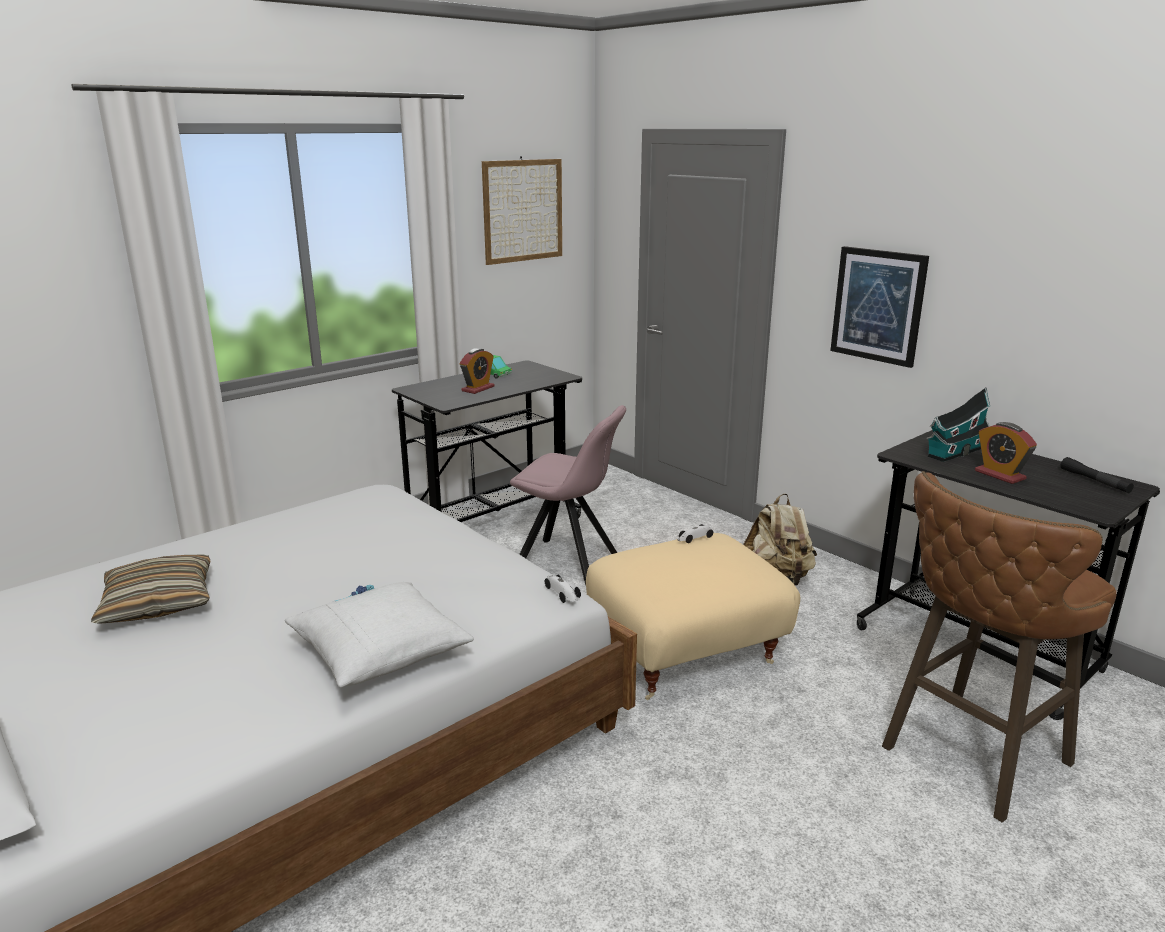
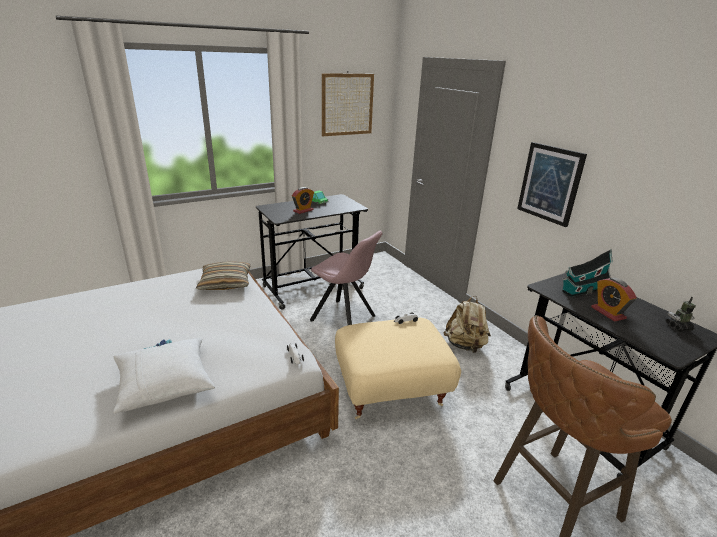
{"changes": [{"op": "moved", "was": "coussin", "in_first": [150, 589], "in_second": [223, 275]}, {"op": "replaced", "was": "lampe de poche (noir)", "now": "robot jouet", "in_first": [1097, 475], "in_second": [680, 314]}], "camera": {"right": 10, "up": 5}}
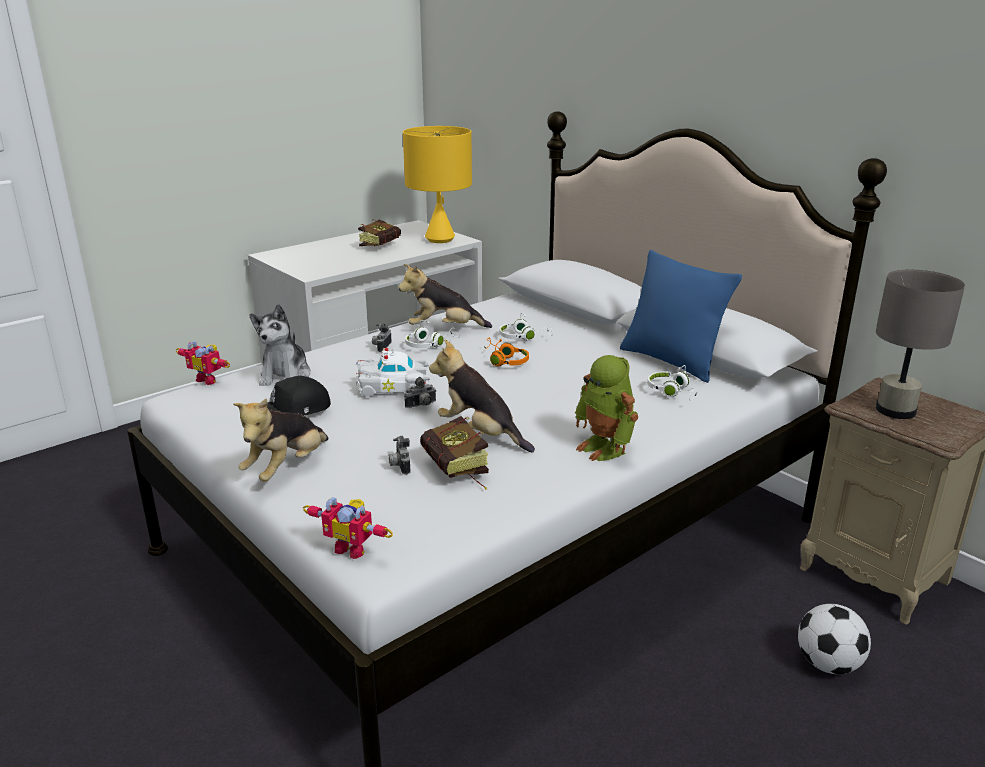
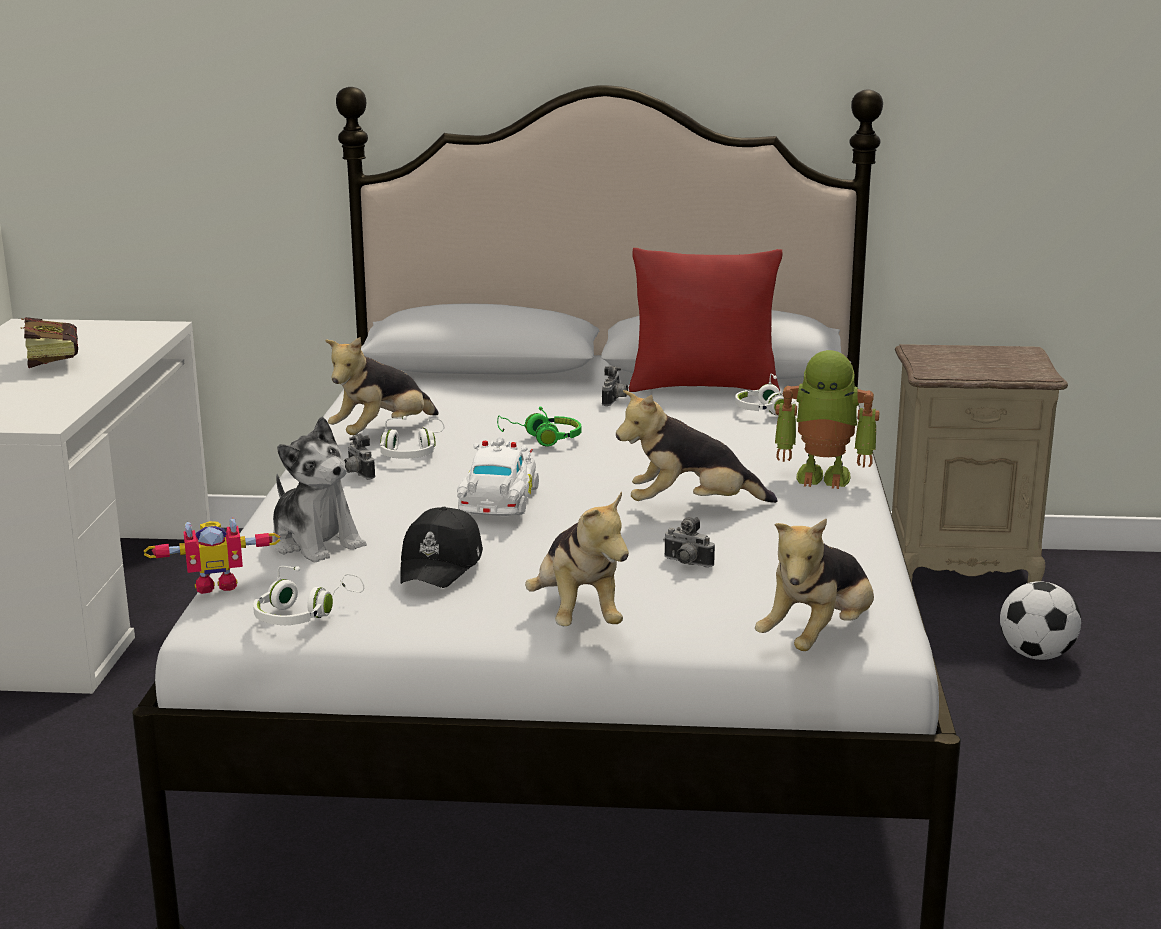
{"changes": [{"op": "replaced", "was": "robot jouet", "now": "peluche", "in_first": [348, 528], "in_second": [814, 584]}, {"op": "turned", "was": "petite voiture (blanc)", "in_first": [393, 372], "in_second": [498, 476], "clockwise": 150}, {"op": "removed", "was": "lampe de table (jaune)", "in_first": [437, 184]}, {"op": "moved", "was": "appareil photo", "in_first": [420, 392], "in_second": [615, 386]}, {"op": "removed", "was": "livre", "in_first": [454, 453]}, {"op": "recoloured", "was": "casque audio (orange)", "now": "casque audio (vert)", "in_first": [506, 352], "in_second": [539, 426]}, {"op": "moved", "was": "casque audio (blanc)", "in_first": [526, 327], "in_second": [308, 595]}, {"op": "recoloured", "was": "coussin (bleu)", "now": "coussin (rouge)", "in_first": [681, 316], "in_second": [705, 320]}, {"op": "removed", "was": "lampe de table (gris)", "in_first": [920, 344]}], "camera": {"right": -45, "up": -5}}
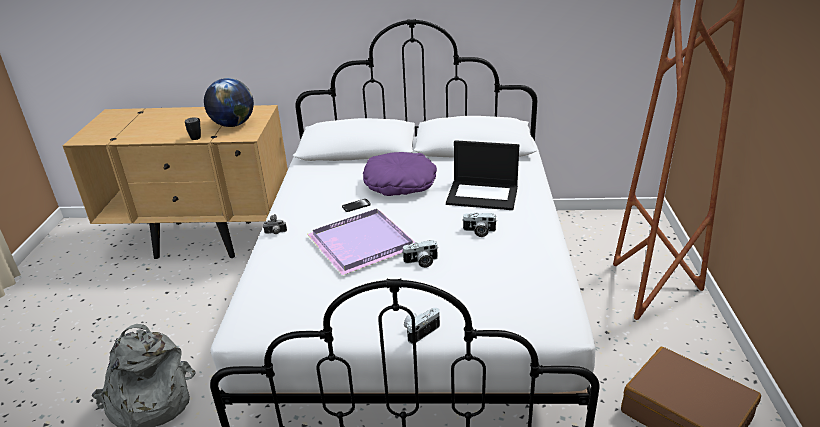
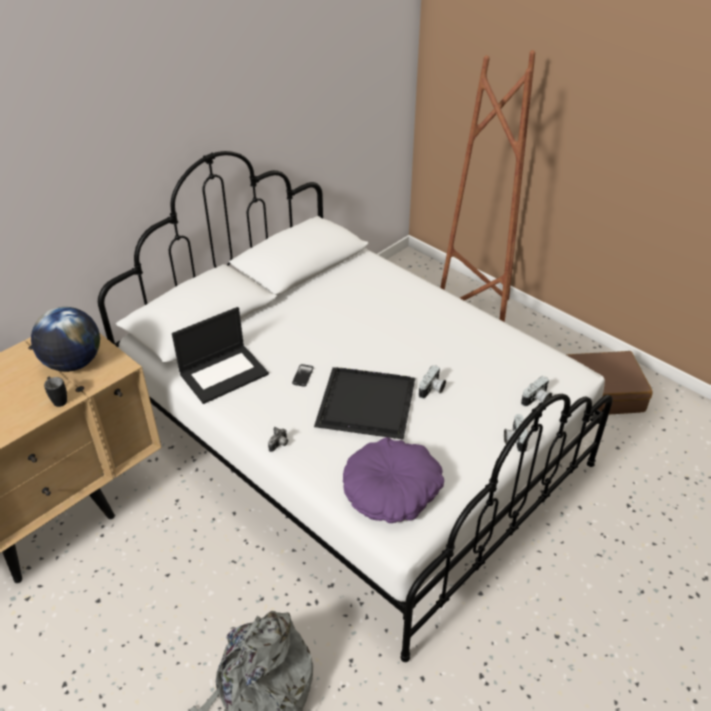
{"changes": [{"op": "recoloured", "was": "plateau (violet)", "now": "plateau (noir)", "in_first": [361, 242], "in_second": [364, 403]}, {"op": "moved", "was": "coussin (violet)", "in_first": [400, 174], "in_second": [393, 480]}, {"op": "moved", "was": "ordinateur portable", "in_first": [482, 175], "in_second": [220, 355]}, {"op": "moved", "was": "appareil photo", "in_first": [480, 225], "in_second": [536, 391]}], "camera": {"right": -50, "up": 10}}
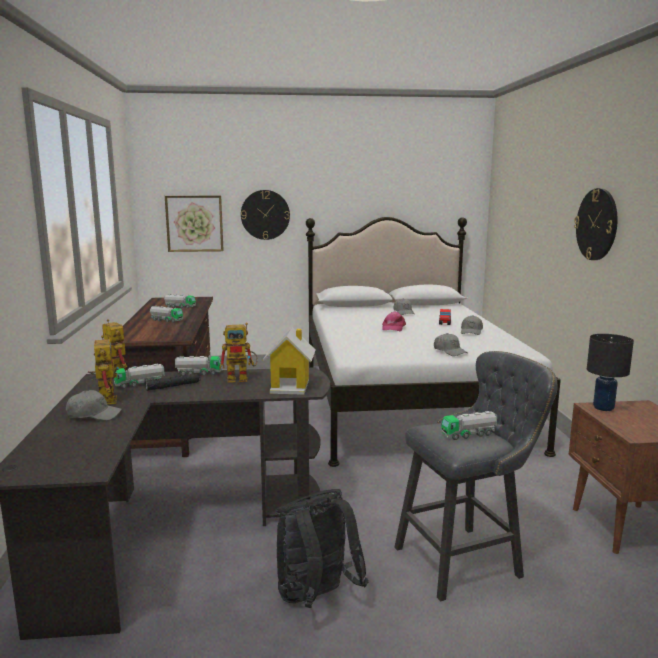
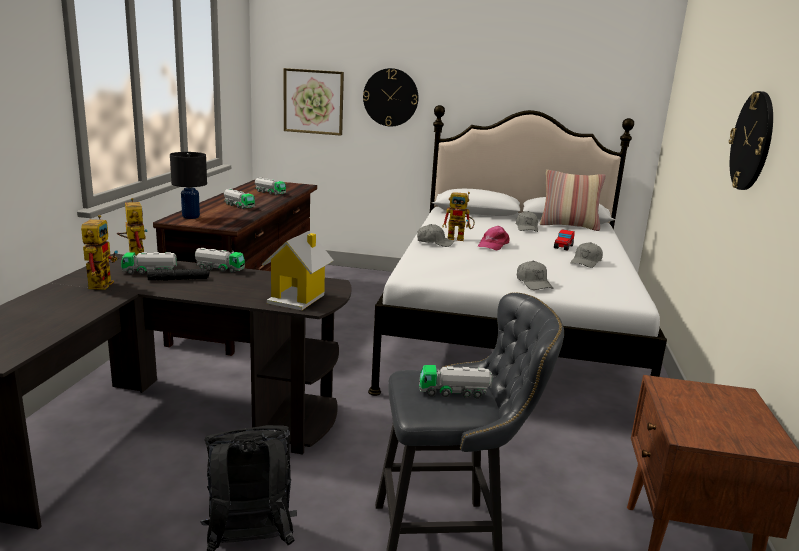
{"changes": [{"op": "moved", "was": "casquette (gris)", "in_first": [94, 405], "in_second": [435, 235]}, {"op": "moved", "was": "robot jouet", "in_first": [238, 353], "in_second": [458, 216]}, {"op": "moved", "was": "lampe de table (noir)", "in_first": [610, 372], "in_second": [188, 185]}, {"op": "added", "now": "coussin", "in_second": [572, 200]}], "camera": {"right": 15, "up": 5}}
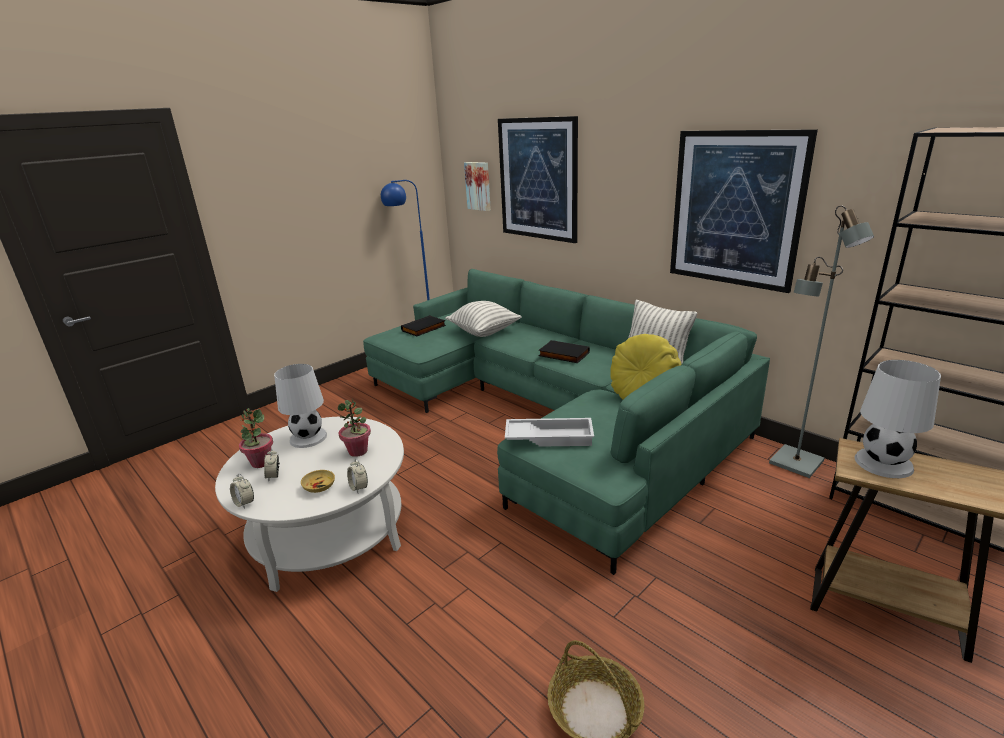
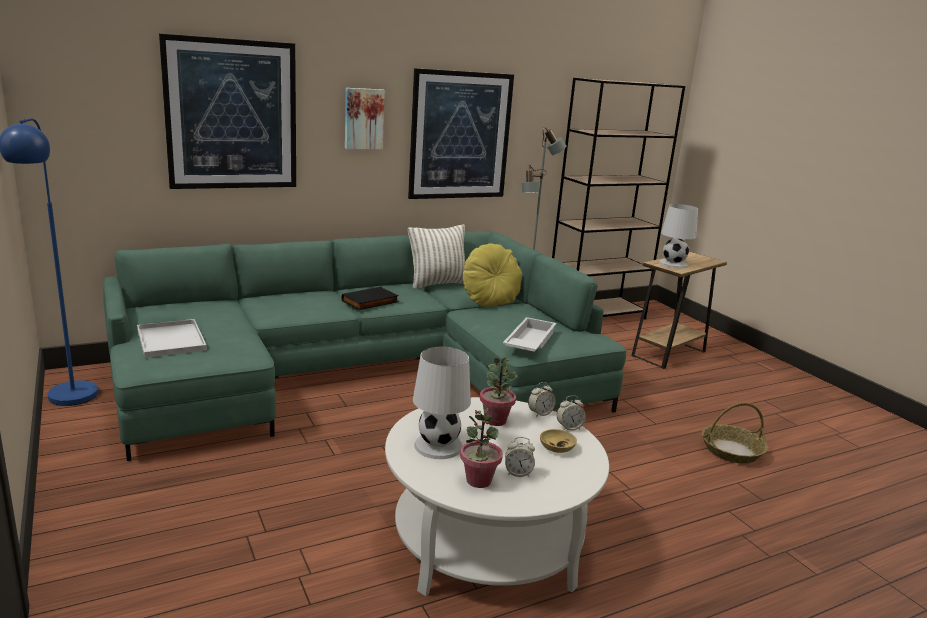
{"changes": [{"op": "moved", "was": "réveil", "in_first": [242, 491], "in_second": [542, 399]}, {"op": "replaced", "was": "livre (noir)", "now": "plateau (blanc)", "in_first": [423, 325], "in_second": [172, 338]}, {"op": "removed", "was": "coussin", "in_first": [483, 319]}, {"op": "moved", "was": "tableau", "in_first": [477, 186], "in_second": [365, 118]}], "camera": {"right": -75, "up": -5}}
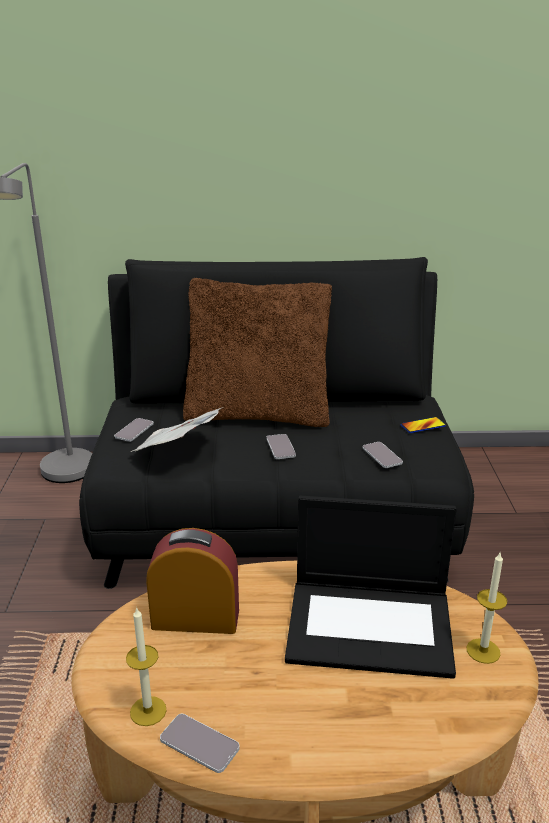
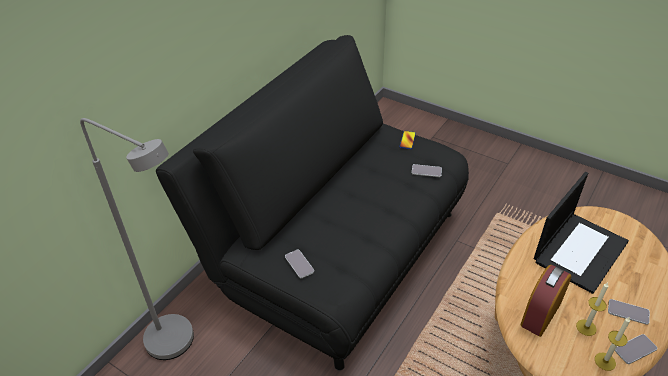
{"changes": [{"op": "removed", "was": "journal", "in_first": [177, 429]}, {"op": "removed", "was": "coussin (marron)", "in_first": [257, 352]}, {"op": "moved", "was": "téléphone", "in_first": [281, 446], "in_second": [629, 312]}, {"op": "moved", "was": "bougie", "in_first": [487, 607], "in_second": [592, 309]}], "camera": {"right": -55, "up": 15}}
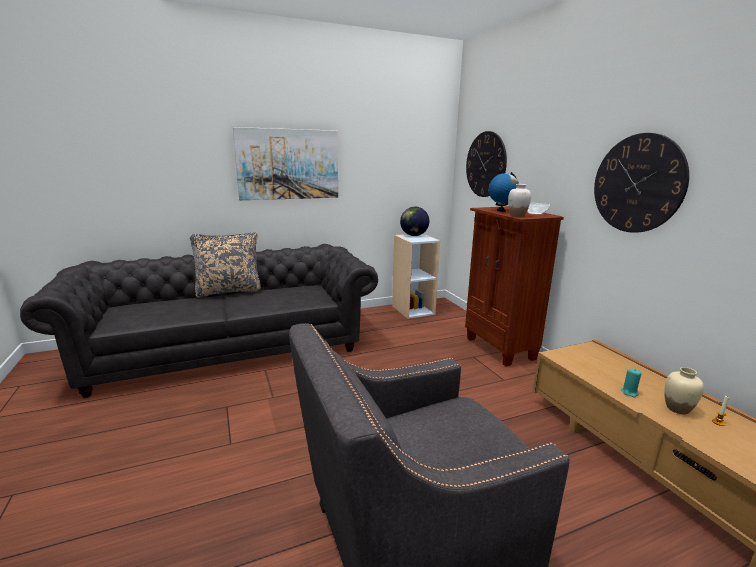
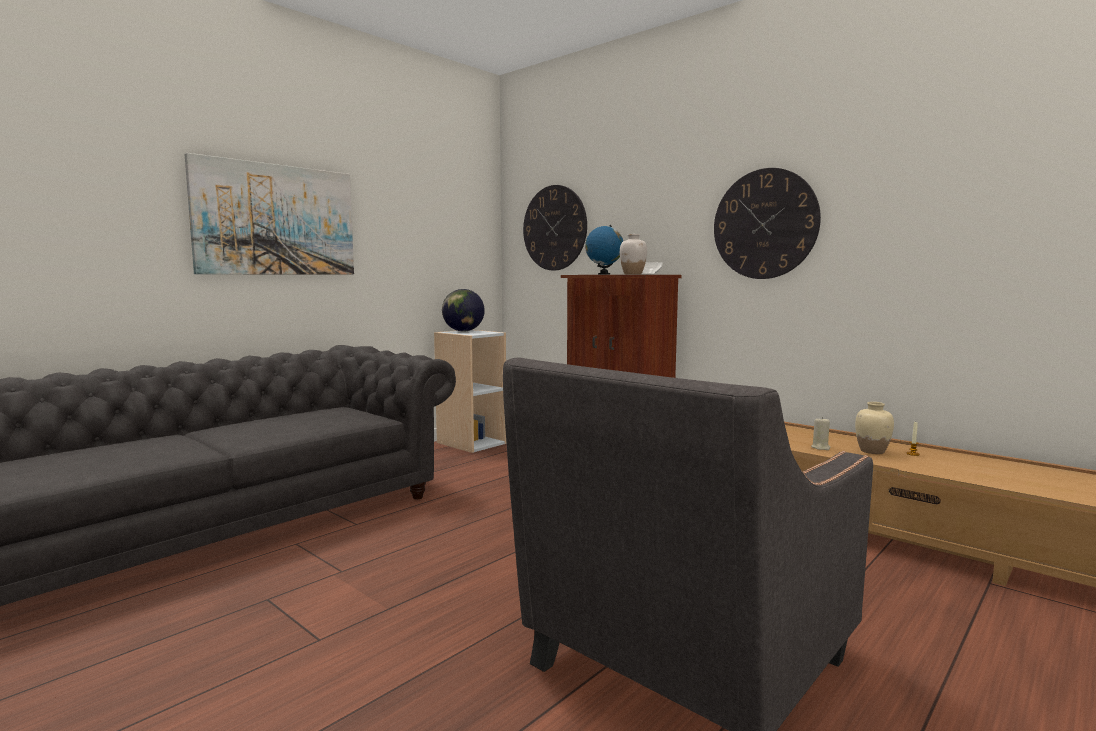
{"changes": [{"op": "removed", "was": "coussin (gris)", "in_first": [225, 265]}, {"op": "recoloured", "was": "bougie (turquoise)", "now": "bougie (beige)", "in_first": [631, 383], "in_second": [821, 433]}], "camera": {"right": -25, "up": -10}}
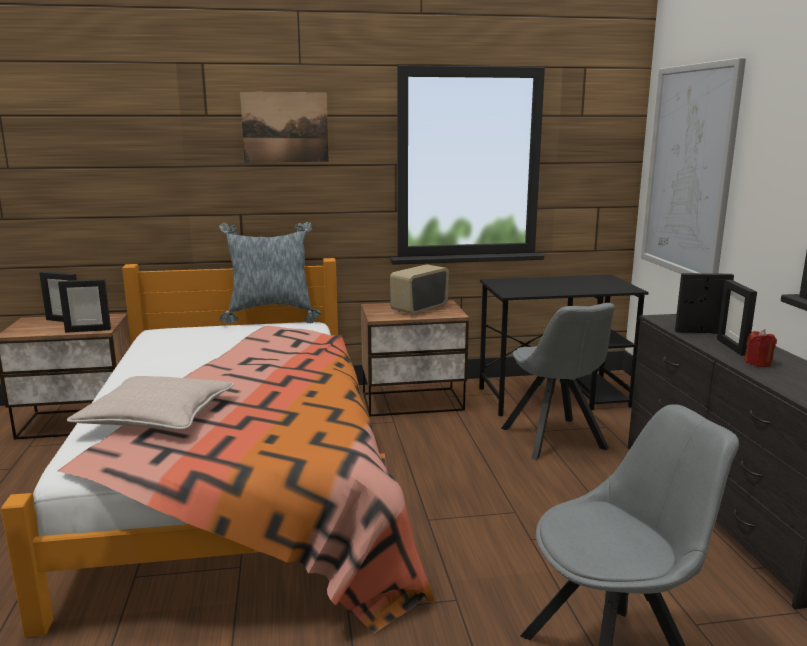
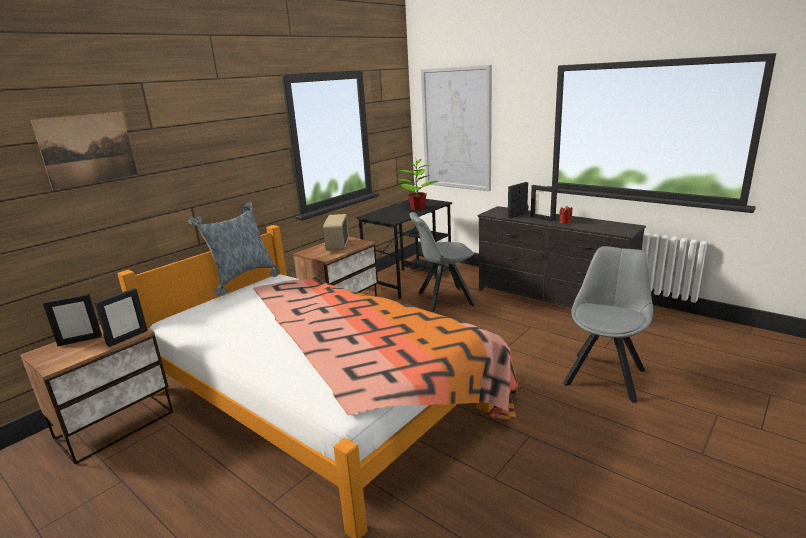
{"changes": [{"op": "removed", "was": "coussin (beige)", "in_first": [150, 403]}, {"op": "moved", "was": "tableau", "in_first": [284, 127], "in_second": [84, 151]}, {"op": "turned", "was": "chaise (gris)", "in_first": [558, 381], "in_second": [443, 262], "clockwise": 135}, {"op": "added", "now": "plante en pot", "in_second": [418, 184]}], "camera": {"right": -40, "up": 5}}
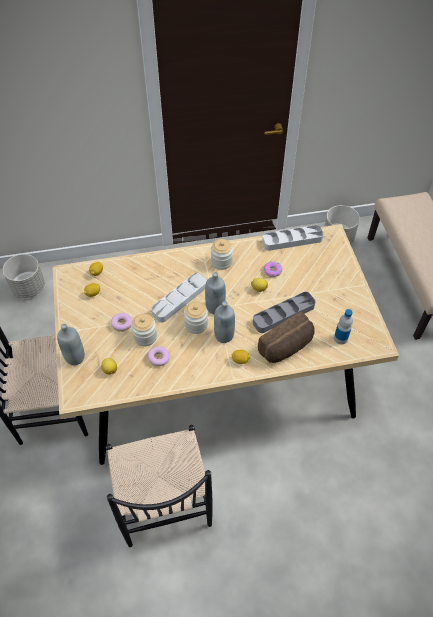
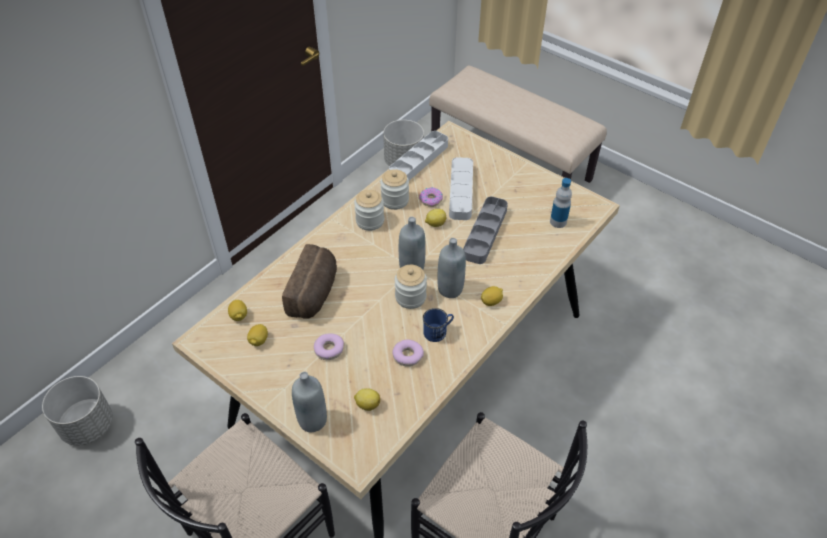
{"changes": [{"op": "moved", "was": "bocal", "in_first": [144, 330], "in_second": [394, 189]}, {"op": "moved", "was": "plateau (gris)", "in_first": [179, 297], "in_second": [461, 188]}, {"op": "moved", "was": "pain", "in_first": [286, 337], "in_second": [309, 281]}, {"op": "added", "now": "mug (bleu)", "in_second": [438, 325]}], "camera": {"right": -40, "up": -5}}
